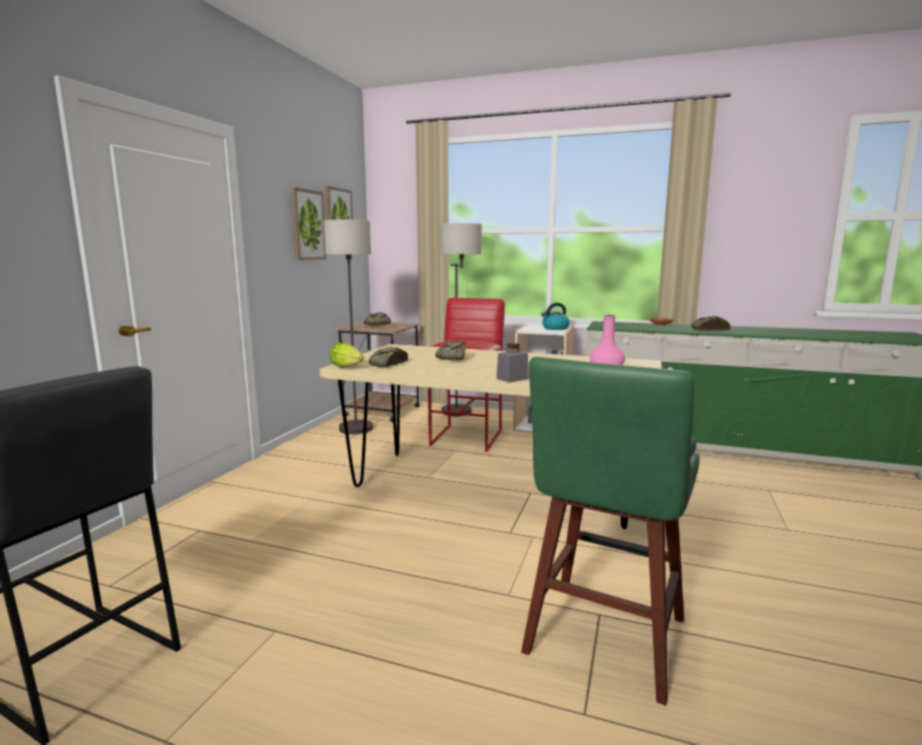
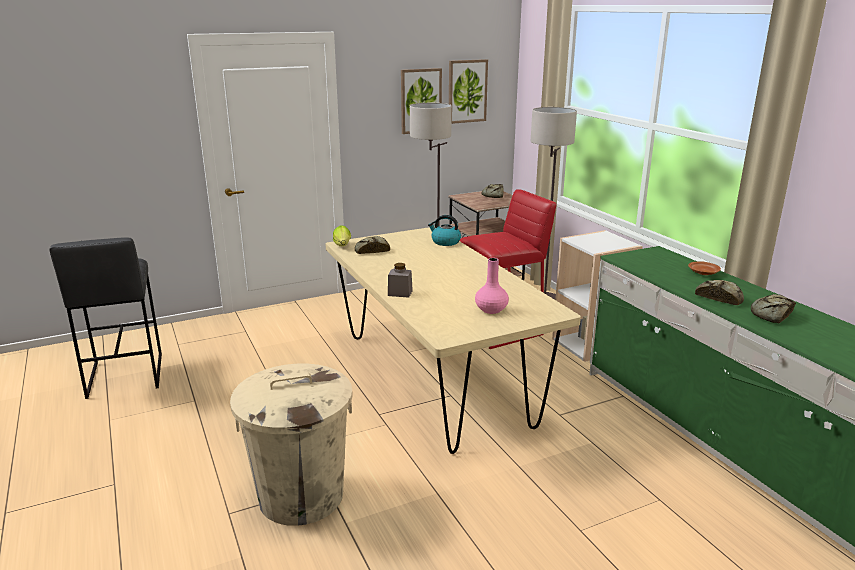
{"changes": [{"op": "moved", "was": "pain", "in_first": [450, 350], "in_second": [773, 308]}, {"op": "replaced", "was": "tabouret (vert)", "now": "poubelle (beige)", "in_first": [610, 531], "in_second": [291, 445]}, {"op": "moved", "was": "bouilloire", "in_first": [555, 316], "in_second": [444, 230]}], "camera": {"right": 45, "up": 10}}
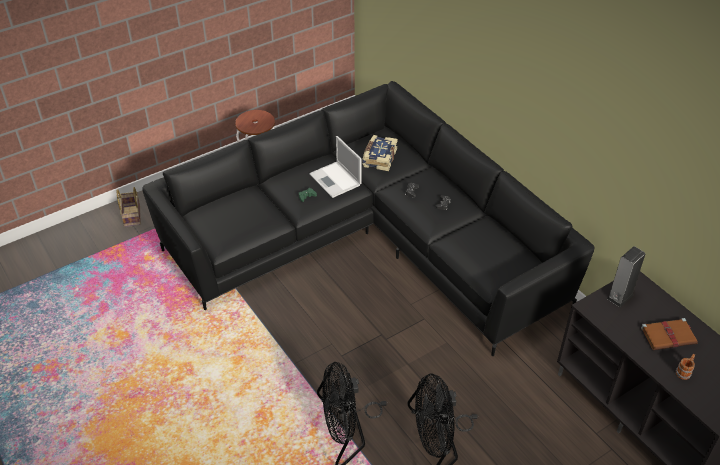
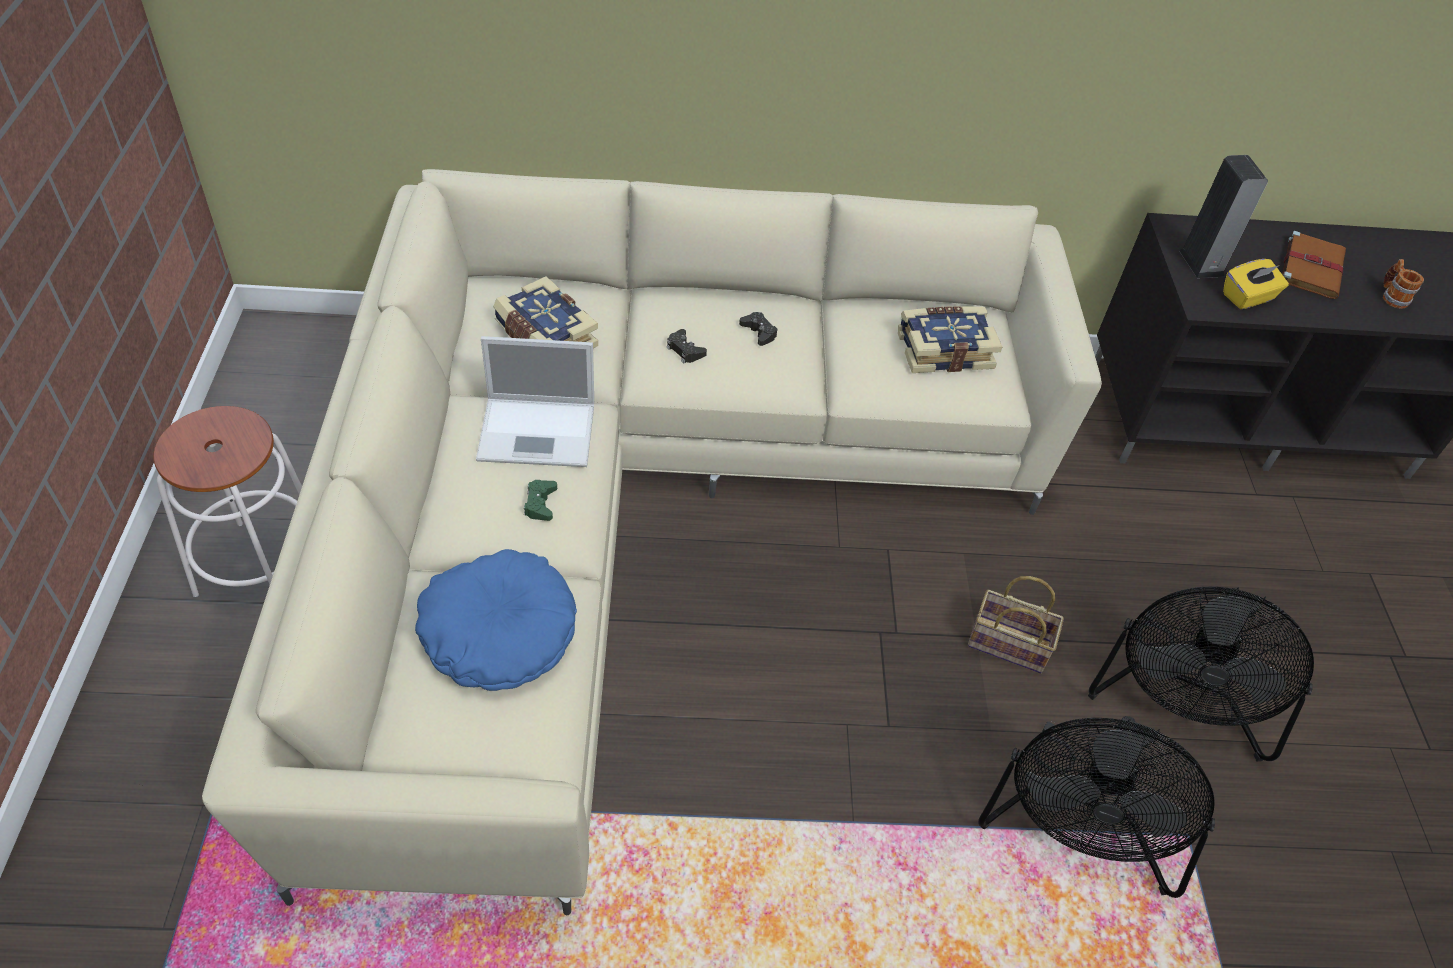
{"changes": [{"op": "moved", "was": "panier", "in_first": [129, 207], "in_second": [1016, 624]}, {"op": "recoloured", "was": "canapé (noir)", "now": "canapé (beige)", "in_first": [368, 218], "in_second": [652, 542]}, {"op": "added", "now": "coussin (bleu)", "in_second": [496, 620]}, {"op": "added", "now": "livre", "in_second": [950, 339]}, {"op": "added", "now": "boîte à mouchoirs (jaune)", "in_second": [1256, 284]}], "camera": {"right": -60, "up": 5}}
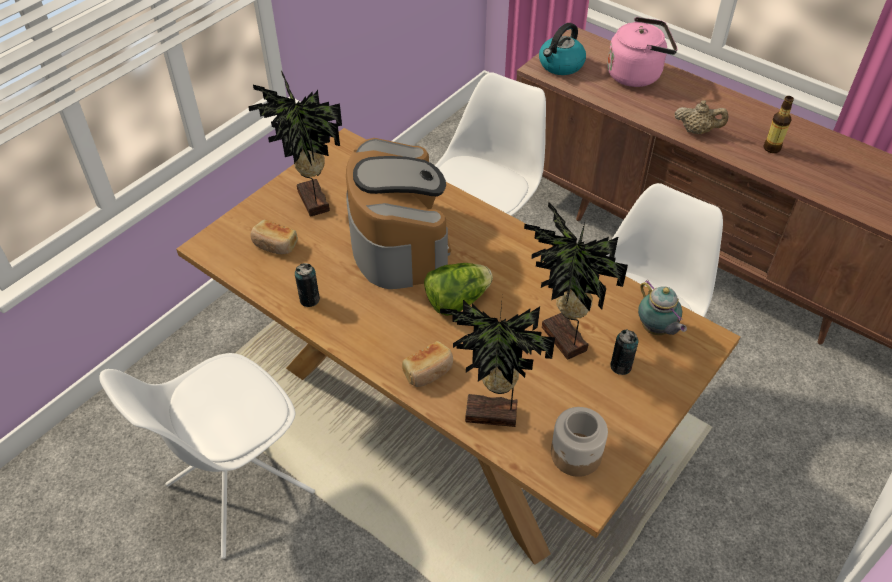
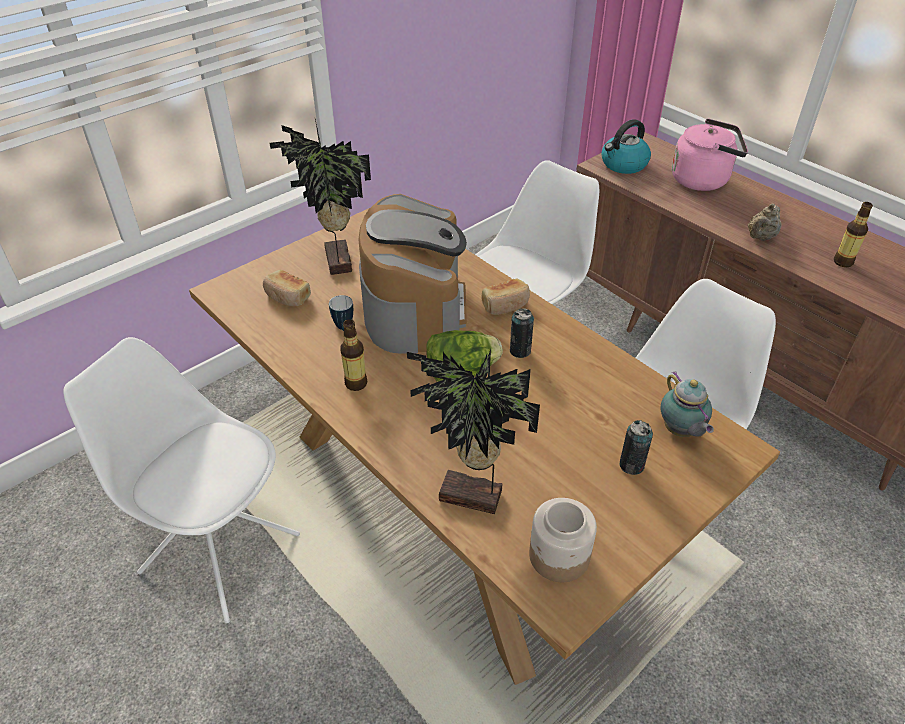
{"changes": [{"op": "turned", "was": "chaise (blanc)", "in_first": [207, 456], "in_second": [182, 480], "clockwise": 60}, {"op": "moved", "was": "boîte métallique", "in_first": [307, 285], "in_second": [522, 333]}, {"op": "moved", "was": "pain", "in_first": [427, 364], "in_second": [505, 296]}, {"op": "removed", "was": "plante en pot", "in_first": [576, 281]}, {"op": "turned", "was": "théière (beige)", "in_first": [701, 117], "in_second": [764, 222], "clockwise": 105}, {"op": "added", "now": "mug", "in_second": [341, 313]}, {"op": "added", "now": "bouteille", "in_second": [353, 355]}], "camera": {"right": 10, "up": -5}}
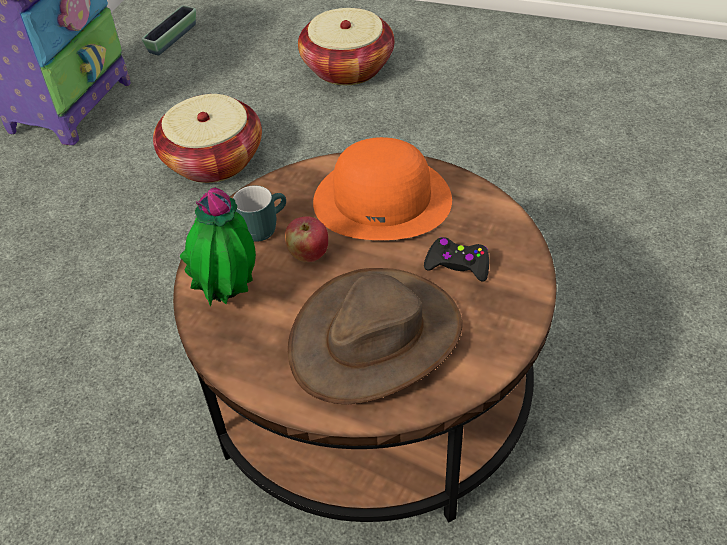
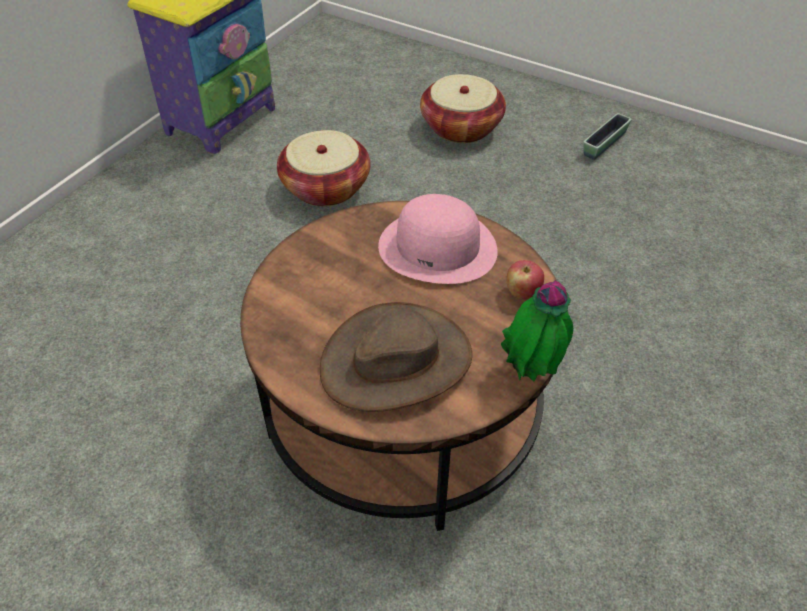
{"changes": [{"op": "moved", "was": "cache-pot", "in_first": [168, 30], "in_second": [607, 136]}, {"op": "moved", "was": "plante en pot", "in_first": [218, 247], "in_second": [537, 331]}, {"op": "removed", "was": "mug (turquoise)", "in_first": [259, 213]}, {"op": "moved", "was": "pomme", "in_first": [306, 239], "in_second": [525, 280]}, {"op": "recoloured", "was": "chapeau (orange)", "now": "chapeau (rose)", "in_first": [382, 188], "in_second": [438, 239]}, {"op": "removed", "was": "manette (noir)", "in_first": [456, 259]}], "camera": {"right": 10, "up": 0}}
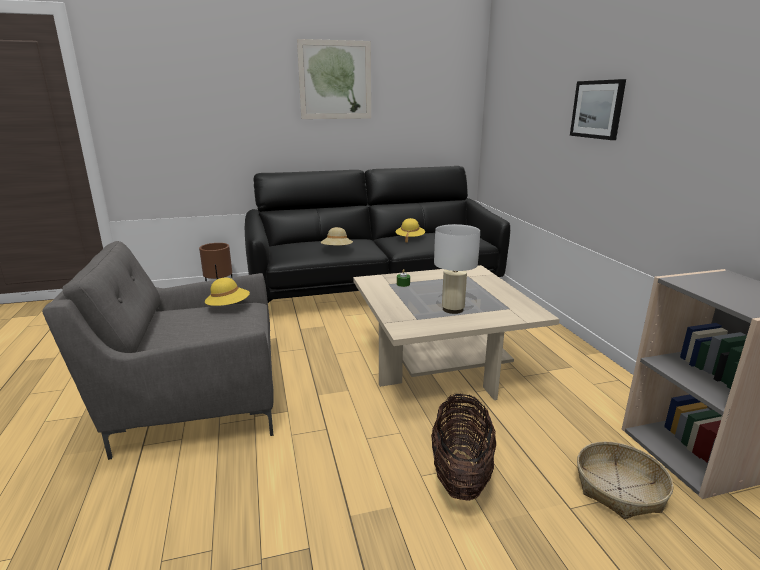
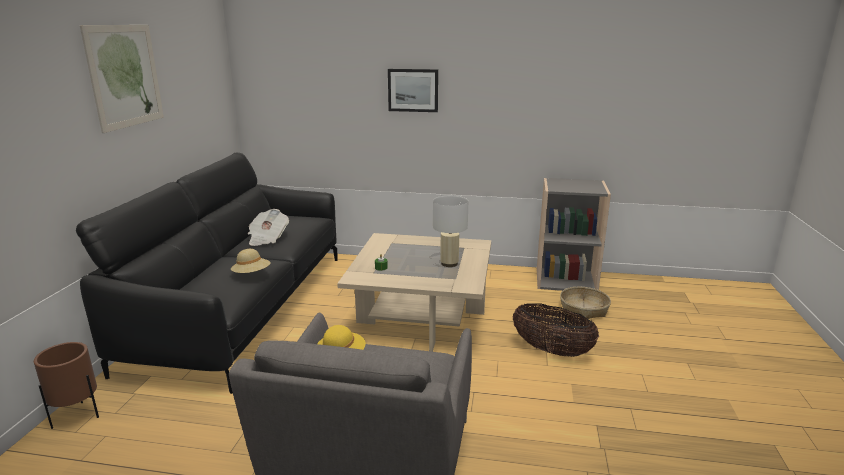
{"changes": [{"op": "replaced", "was": "chapeau (jaune)", "now": "journal", "in_first": [410, 230], "in_second": [268, 227]}], "camera": {"right": -65, "up": 0}}
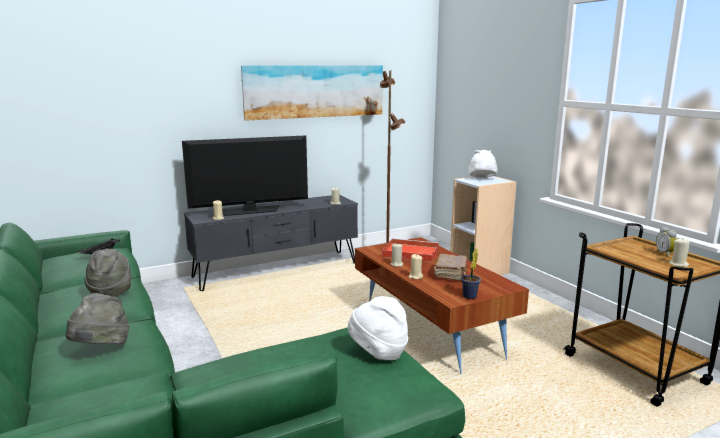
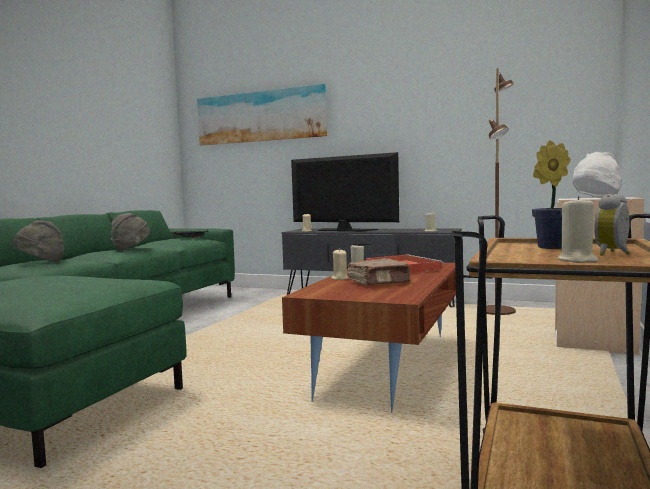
{"changes": [{"op": "moved", "was": "tableau", "in_first": [312, 93], "in_second": [262, 114]}, {"op": "removed", "was": "chapeau (blanc)", "in_first": [378, 328]}, {"op": "moved", "was": "plante en pot", "in_first": [471, 274], "in_second": [551, 194]}], "camera": {"right": 50, "up": -10}}
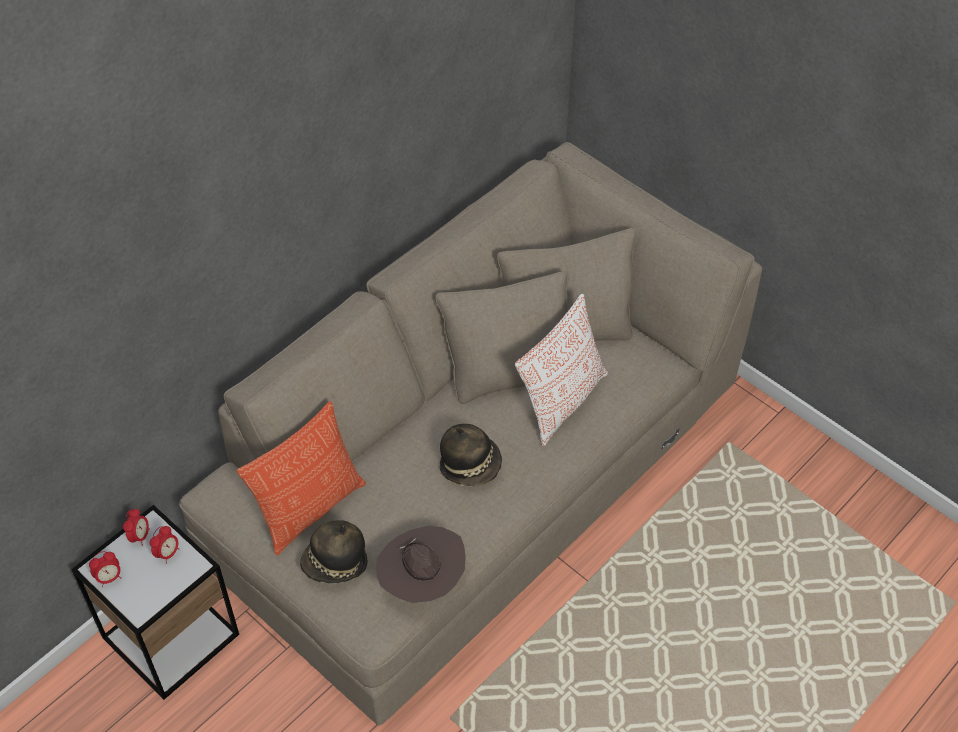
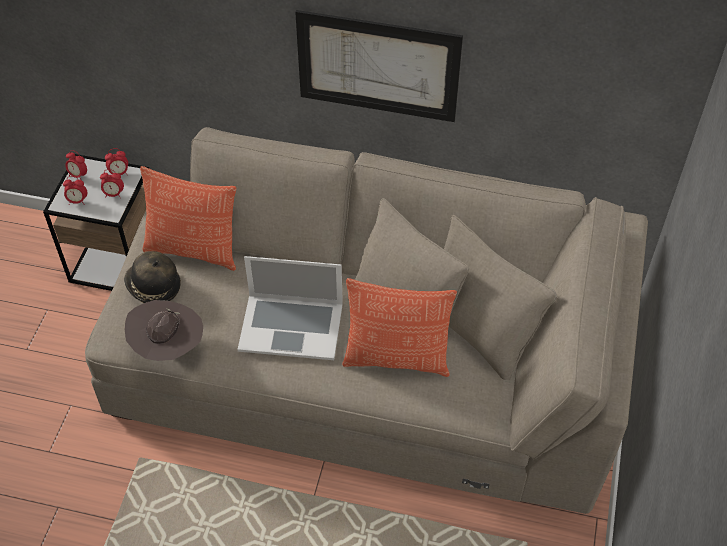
{"changes": [{"op": "replaced", "was": "chapeau", "now": "ordinateur portable", "in_first": [471, 455], "in_second": [290, 308]}, {"op": "recoloured", "was": "coussin (blanc)", "now": "coussin (orange)", "in_first": [561, 370], "in_second": [399, 327]}, {"op": "added", "now": "réveil", "in_second": [75, 190]}, {"op": "added", "now": "tableau", "in_second": [379, 66]}], "camera": {"right": 60, "up": 0}}
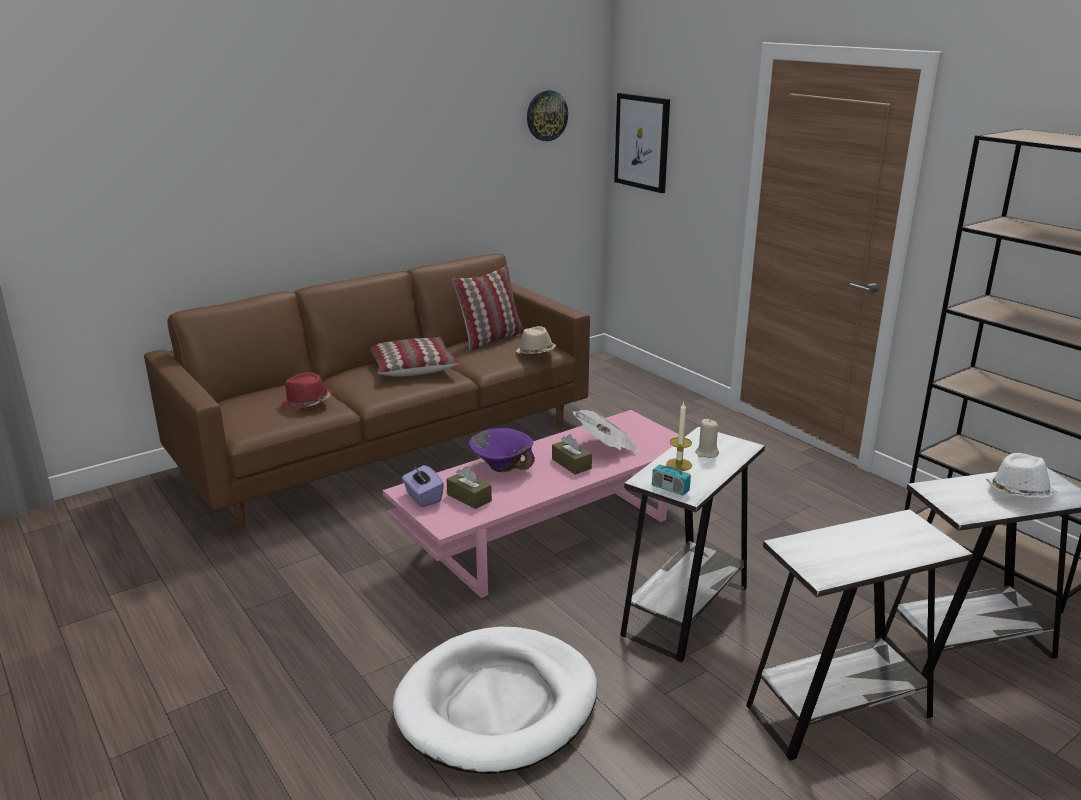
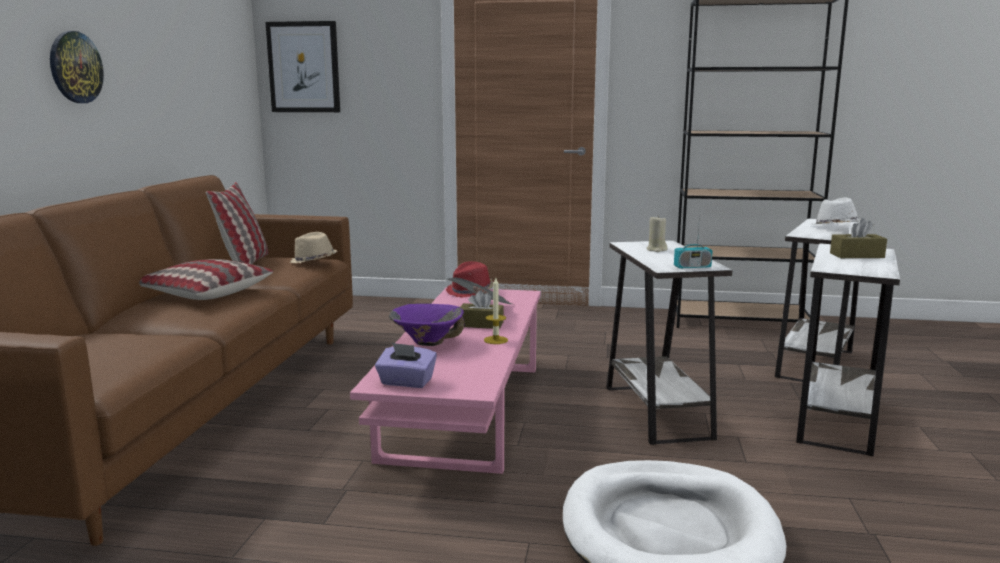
{"changes": [{"op": "moved", "was": "chapeau (rouge)", "in_first": [307, 391], "in_second": [469, 279]}, {"op": "moved", "was": "boîte à mouchoirs (marron)", "in_first": [469, 487], "in_second": [858, 238]}, {"op": "moved", "was": "horloge murale", "in_first": [547, 115], "in_second": [77, 67]}, {"op": "moved", "was": "bougie", "in_first": [679, 436], "in_second": [496, 311]}], "camera": {"right": -45, "up": -10}}
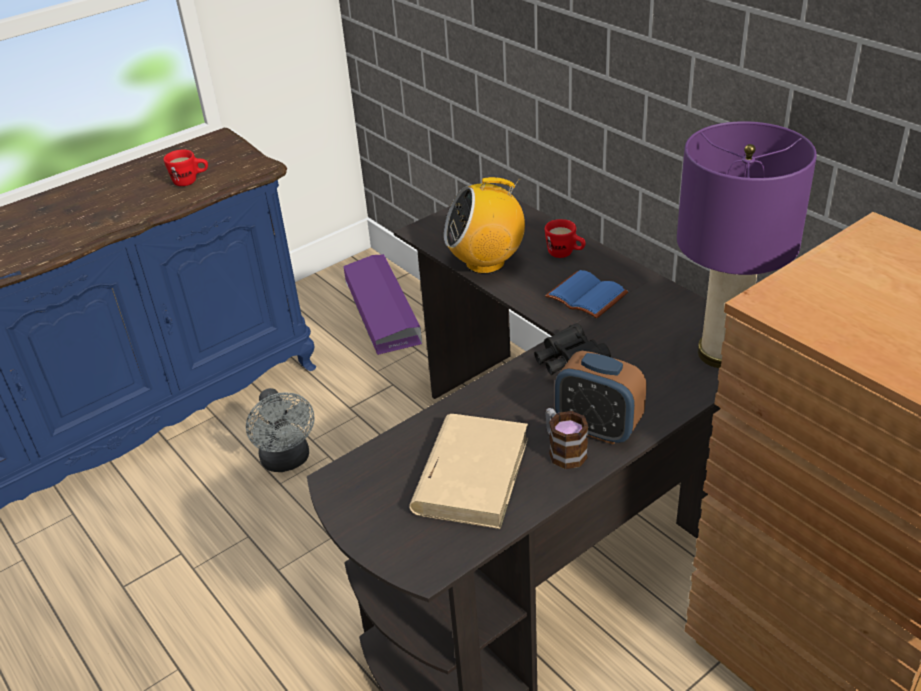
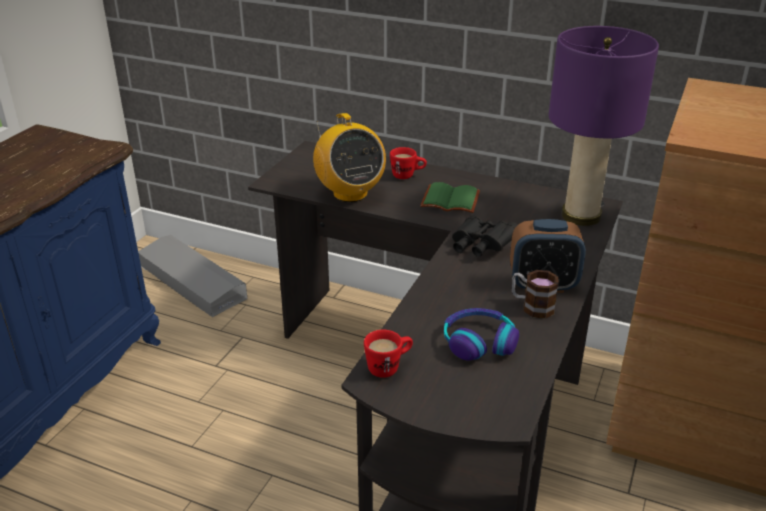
{"changes": [{"op": "moved", "was": "mug (rouge)", "in_first": [185, 168], "in_second": [388, 354]}, {"op": "removed", "was": "ventilateur (gris)", "in_first": [280, 430]}, {"op": "recoloured", "was": "boîte de rangement (violet)", "now": "boîte de rangement (gris)", "in_first": [382, 304], "in_second": [192, 276]}, {"op": "replaced", "was": "livre (beige)", "now": "casque audio", "in_first": [468, 471], "in_second": [481, 334]}, {"op": "turned", "was": "radio", "in_first": [484, 225], "in_second": [349, 157], "clockwise": -75}, {"op": "recoloured", "was": "livre (bleu)", "now": "livre (vert)", "in_first": [586, 294], "in_second": [450, 197]}], "camera": {"right": -30, "up": -5}}
